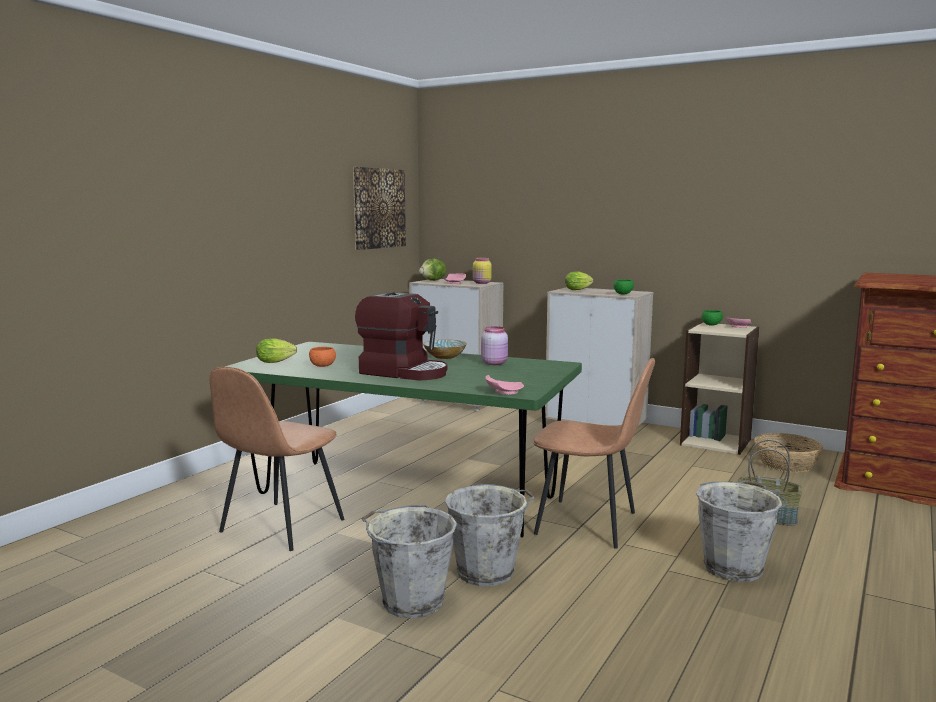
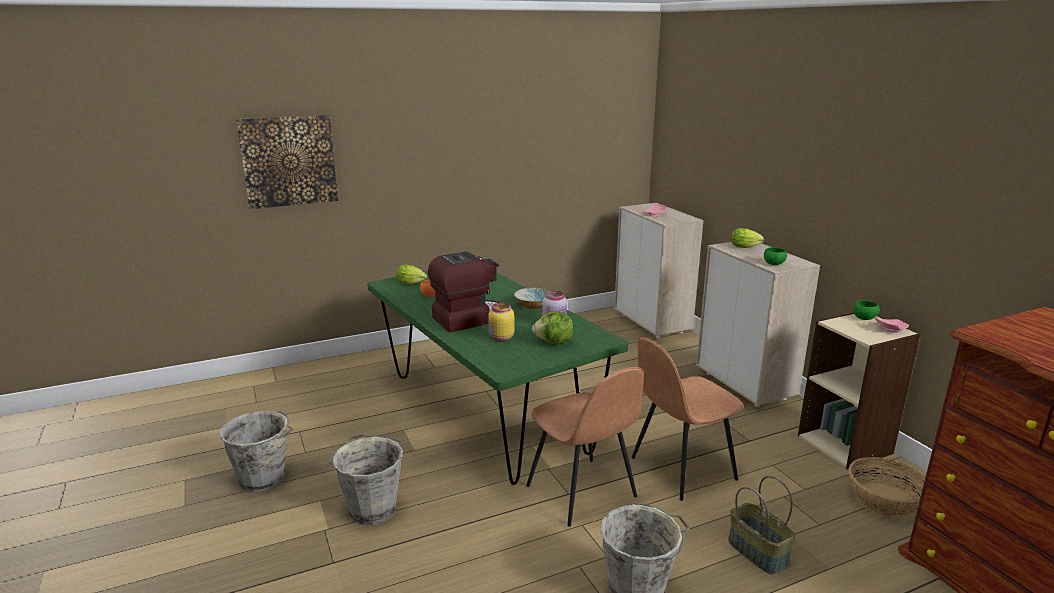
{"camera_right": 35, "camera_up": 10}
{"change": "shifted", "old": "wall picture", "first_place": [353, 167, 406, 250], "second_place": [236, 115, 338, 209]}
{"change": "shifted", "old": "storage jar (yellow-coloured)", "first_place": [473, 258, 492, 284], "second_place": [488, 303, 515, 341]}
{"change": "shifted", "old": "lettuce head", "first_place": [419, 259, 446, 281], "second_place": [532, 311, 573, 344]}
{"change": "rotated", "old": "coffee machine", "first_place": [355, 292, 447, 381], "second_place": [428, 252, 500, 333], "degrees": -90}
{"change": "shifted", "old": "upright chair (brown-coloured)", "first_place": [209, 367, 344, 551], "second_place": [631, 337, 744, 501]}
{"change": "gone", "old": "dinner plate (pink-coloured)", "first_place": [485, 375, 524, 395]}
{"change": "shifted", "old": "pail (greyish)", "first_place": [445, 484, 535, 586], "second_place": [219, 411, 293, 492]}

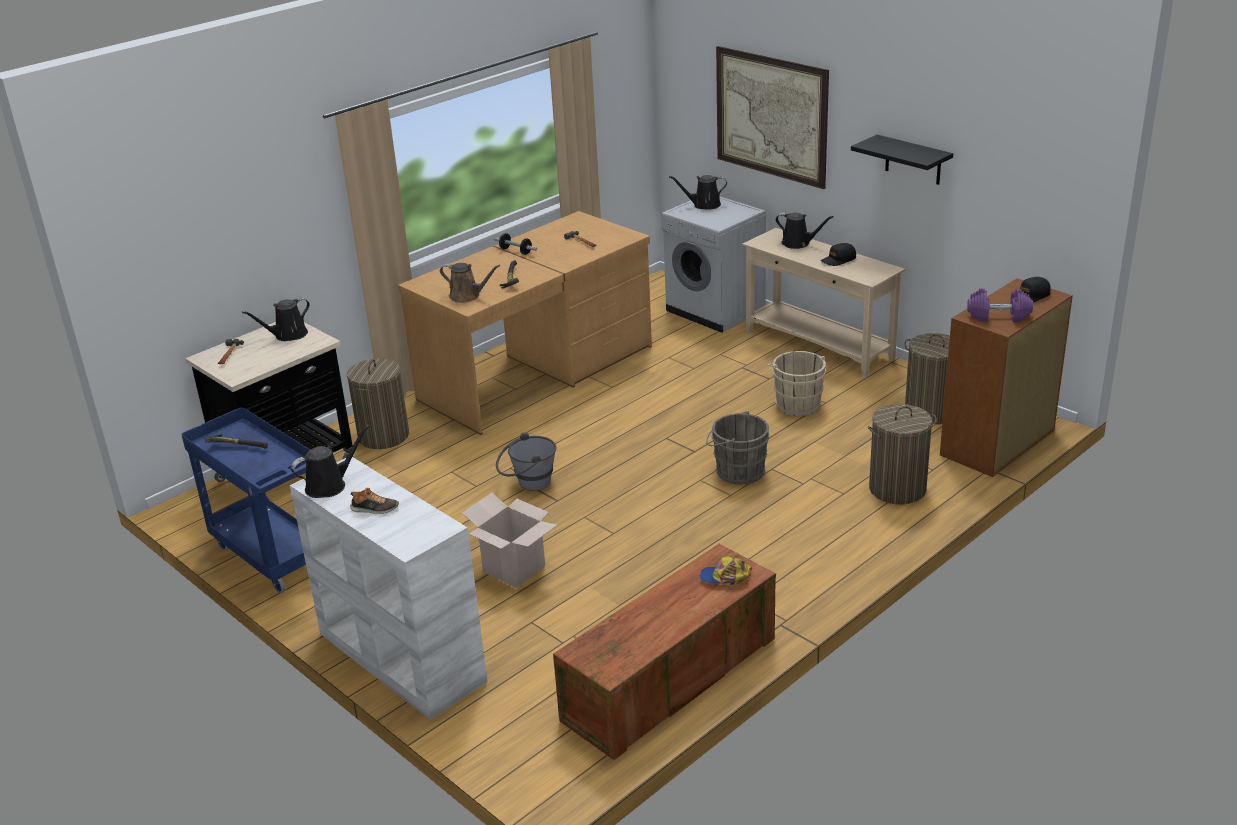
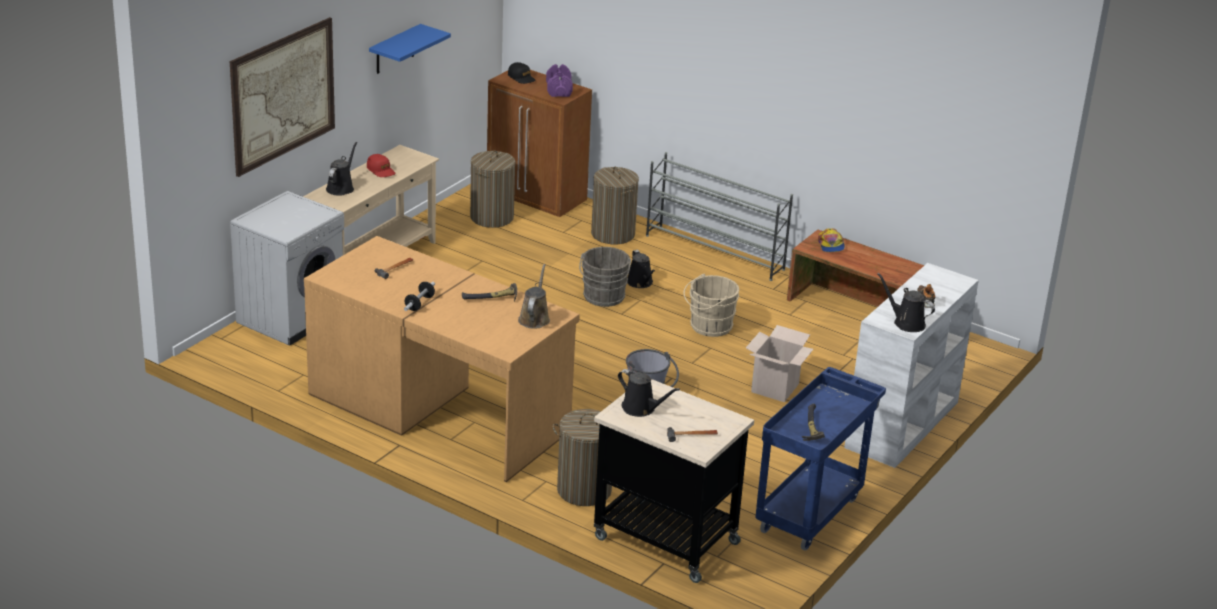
{"camera_right": -105, "camera_up": 0}
{"change": "repainted", "old": "wall shelf (black-coloured)", "new": "wall shelf (bluish)", "first_place": [851, 135, 953, 185], "second_place": [369, 24, 451, 74]}
{"change": "shifted", "old": "sprinkling can (black-coloured)", "first_place": [669, 175, 727, 210], "second_place": [627, 250, 655, 288]}
{"change": "repainted", "old": "baseball cap (black-coloured)", "new": "baseball cap (red-coloured)", "first_place": [821, 243, 856, 266], "second_place": [367, 154, 395, 177]}
{"change": "shifted", "old": "pail (beige-coloured)", "first_place": [768, 351, 826, 416], "second_place": [684, 274, 740, 337]}
{"change": "new", "new": "shoe stand (greyish)", "second_place": [646, 152, 793, 281]}

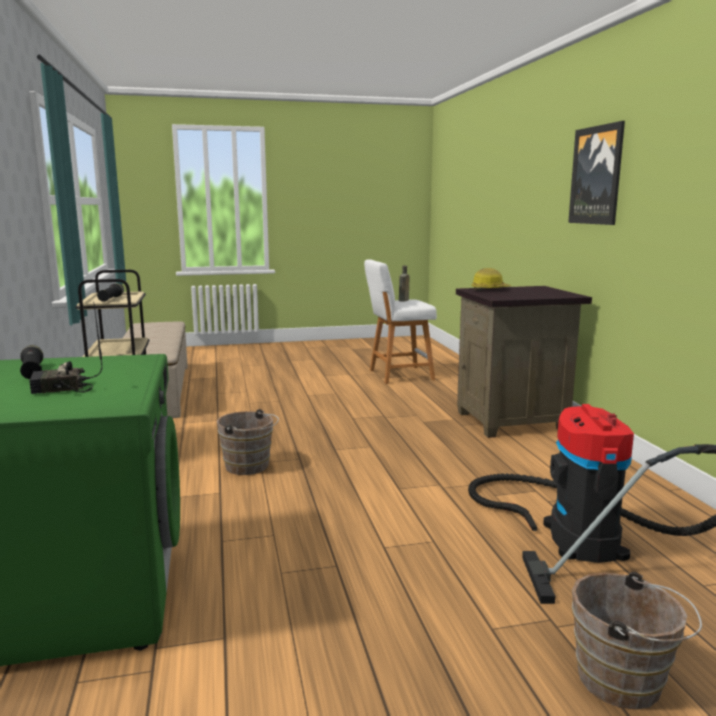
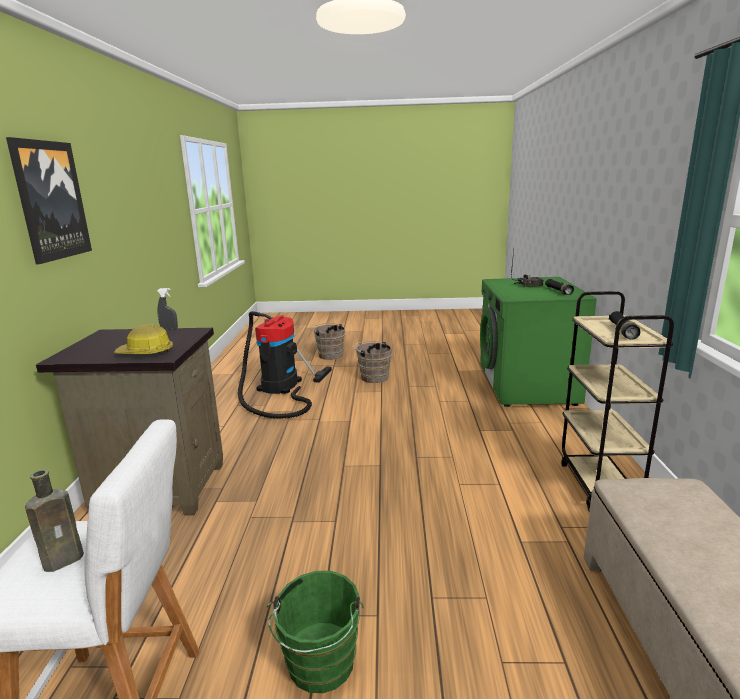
{"camera_right": -165, "camera_up": 5}
{"change": "shifted", "old": "pail (brown-coloured)", "first_place": [217, 409, 279, 475], "second_place": [353, 341, 392, 383]}
{"change": "new", "new": "spray bottle (greyish)", "second_place": [157, 288, 178, 330]}
{"change": "new", "new": "pail (greenish)", "second_place": [267, 571, 363, 693]}

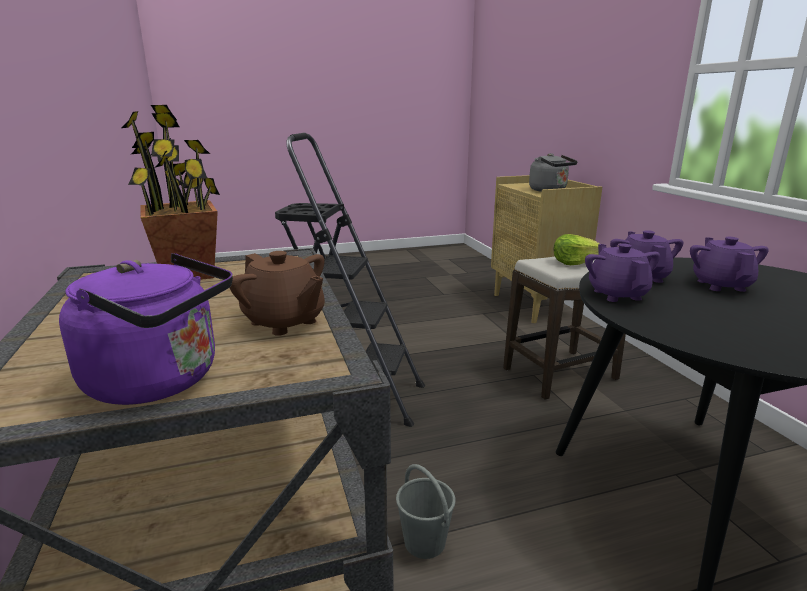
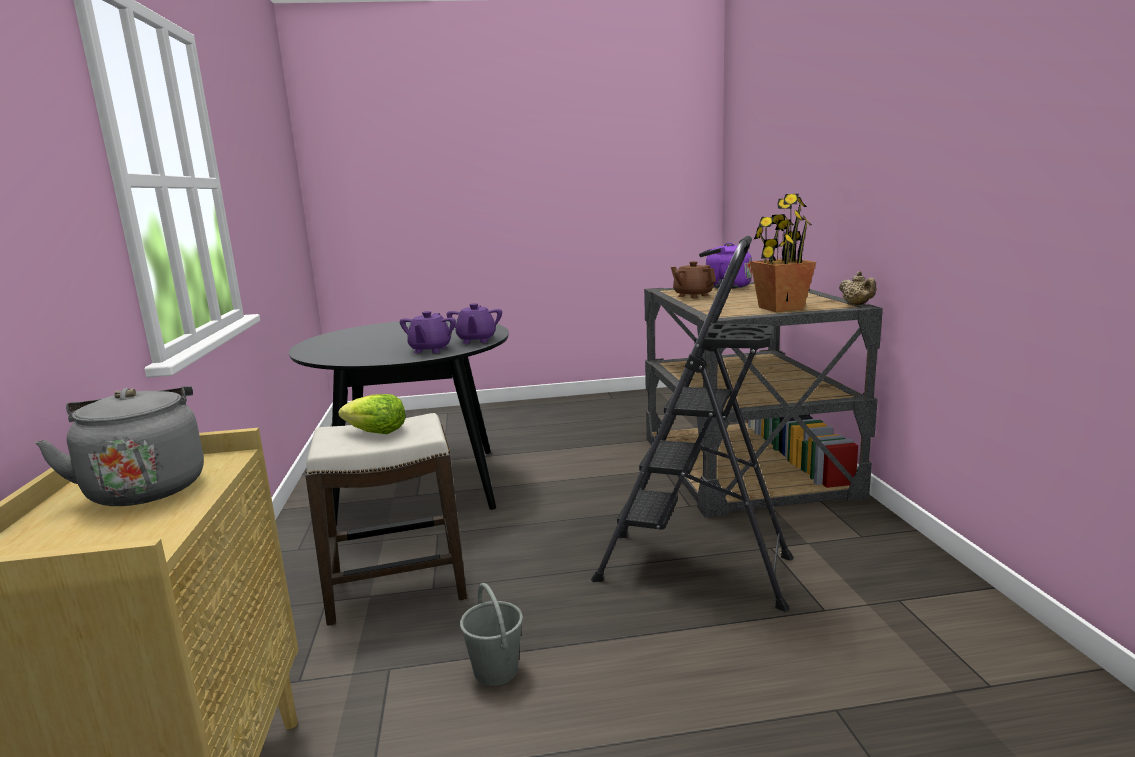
{"camera_right": -170, "camera_up": -5}
{"change": "gone", "old": "tea pot (purple-coloured)", "first_place": [690, 237, 769, 292]}
{"change": "shifted", "old": "pail (greyish)", "first_place": [396, 464, 456, 559], "second_place": [460, 583, 523, 686]}
{"change": "new", "new": "tea pot (beige-coloured)", "second_place": [839, 271, 876, 305]}

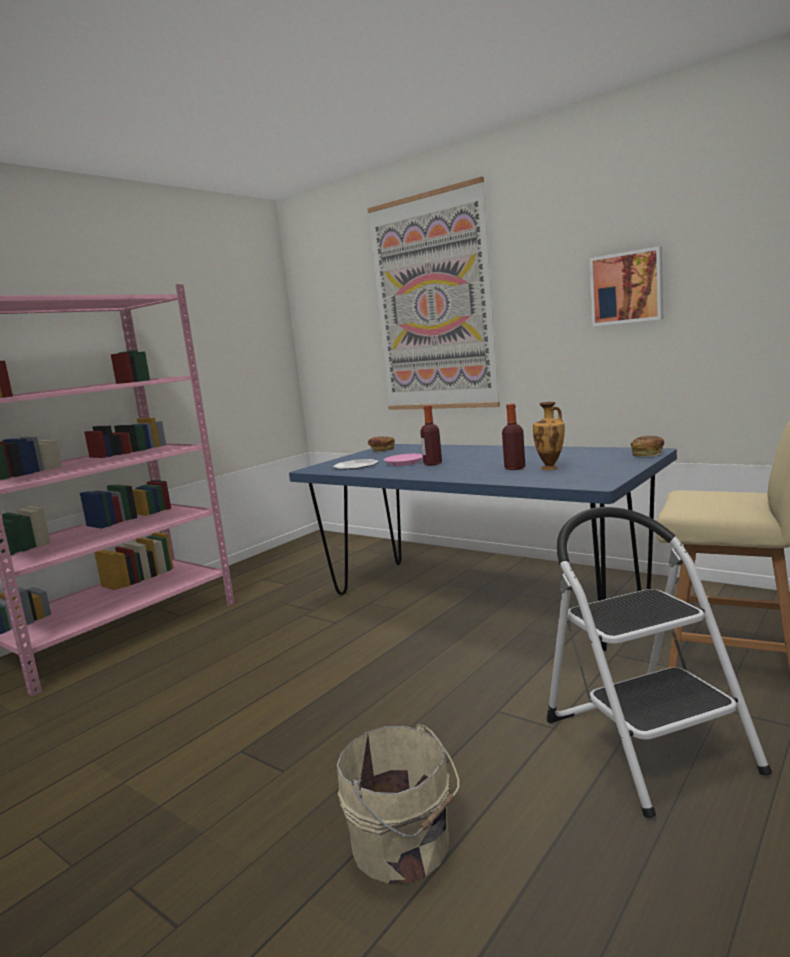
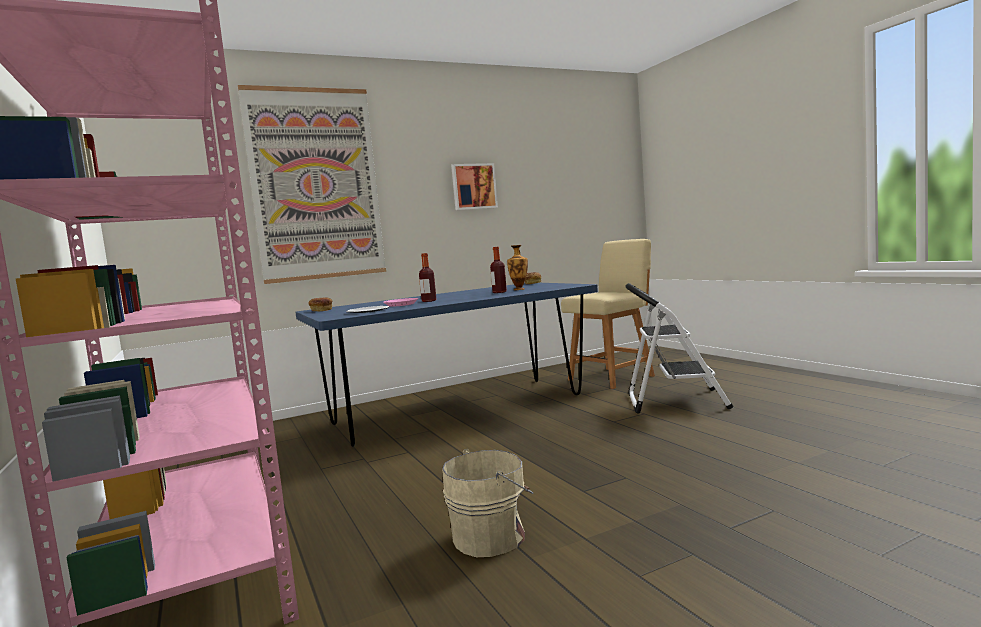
{"camera_right": -65, "camera_up": -5}
{"change": "shifted", "old": "pail (beige-coloured)", "first_place": [337, 724, 460, 884], "second_place": [442, 449, 533, 557]}

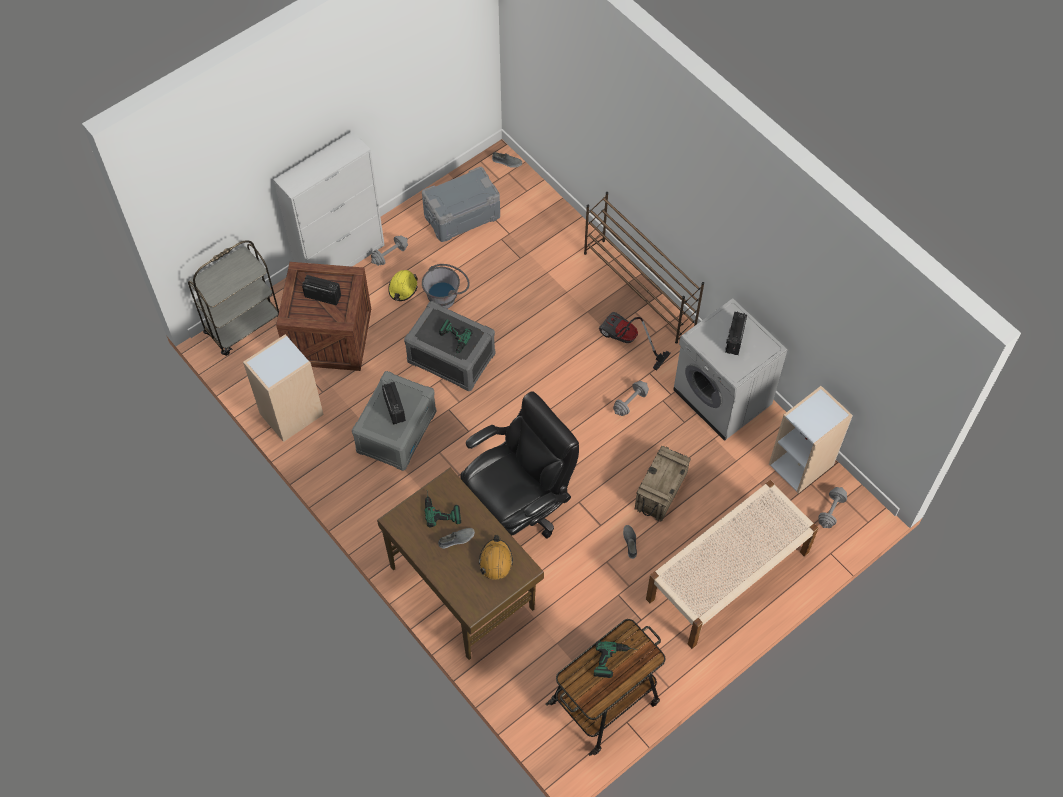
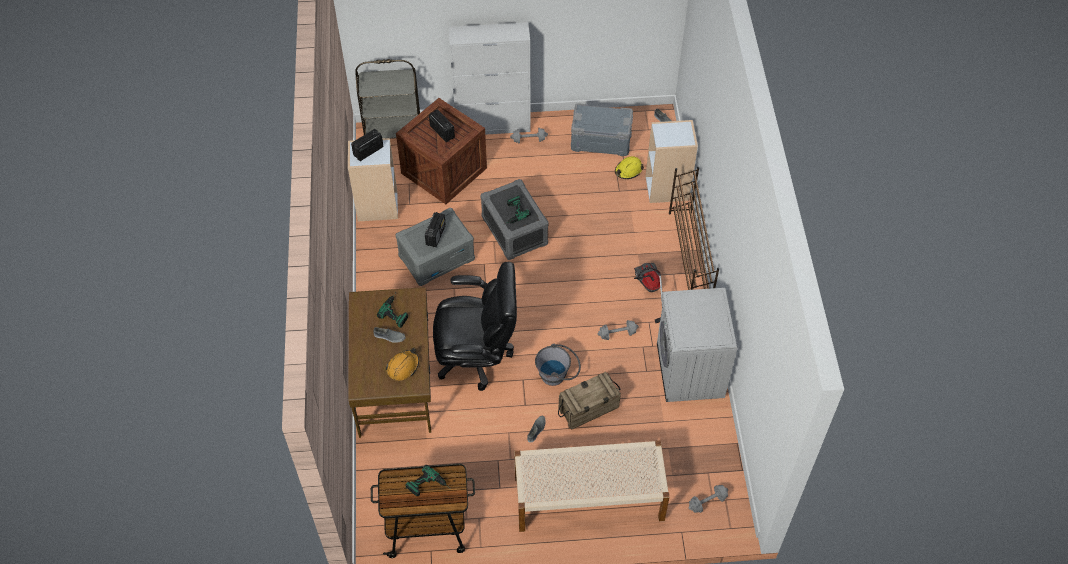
{"camera_right": 35, "camera_up": -5}
{"change": "shifted", "old": "pail (greyish)", "first_place": [422, 264, 470, 309], "second_place": [535, 344, 581, 386]}
{"change": "shifted", "old": "safety helmet (yellow-coloured)", "first_place": [388, 270, 418, 301], "second_place": [615, 156, 644, 179]}
{"change": "shifted", "old": "radio receiver", "first_place": [725, 312, 747, 355], "second_place": [351, 129, 383, 161]}
{"change": "shifted", "old": "bookshelf", "first_place": [769, 386, 853, 493], "second_place": [645, 120, 698, 203]}

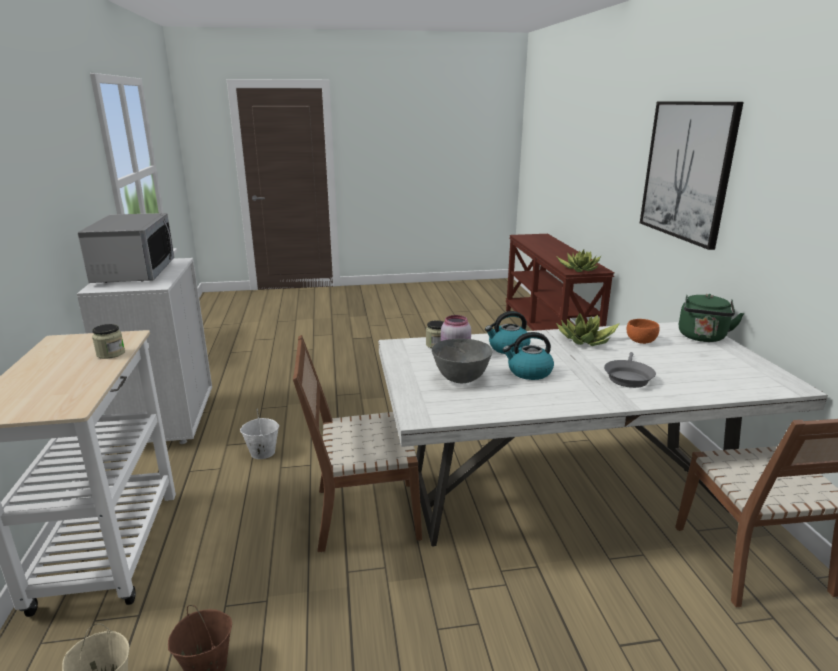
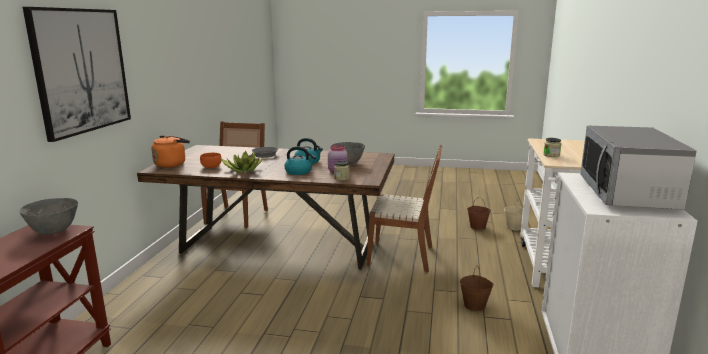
{"camera_right": -160, "camera_up": -5}
{"change": "swapped", "old": "potted plant", "new": "bowl (greyish)", "first_place": [556, 250, 601, 272], "second_place": [19, 198, 78, 235]}
{"change": "repainted", "old": "water kettle (greenish)", "new": "water kettle (orangey)", "first_place": [679, 294, 744, 342], "second_place": [152, 136, 190, 168]}
{"change": "repainted", "old": "kitchen table (white)", "new": "kitchen table (brown-coloured)", "first_place": [378, 322, 828, 547], "second_place": [137, 145, 394, 270]}
{"change": "repainted", "old": "pail (white)", "new": "pail (brown-coloured)", "first_place": [240, 408, 279, 459], "second_place": [460, 267, 494, 311]}

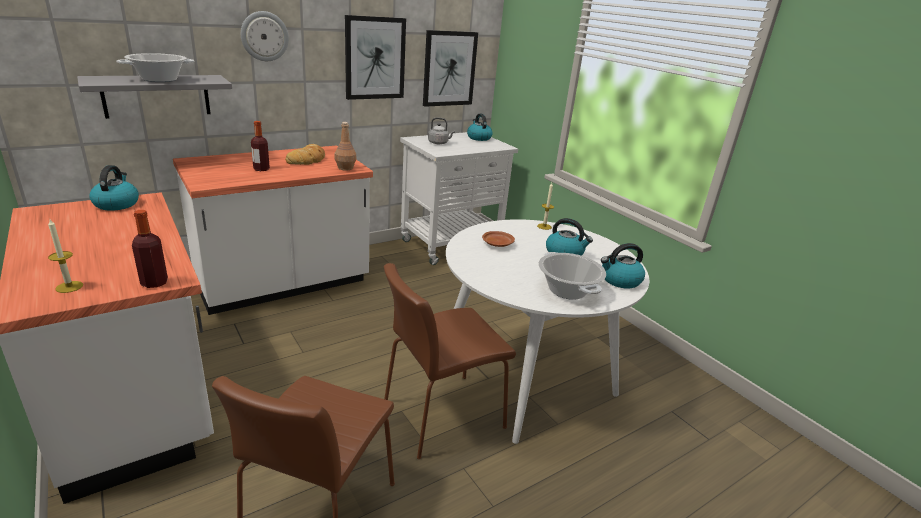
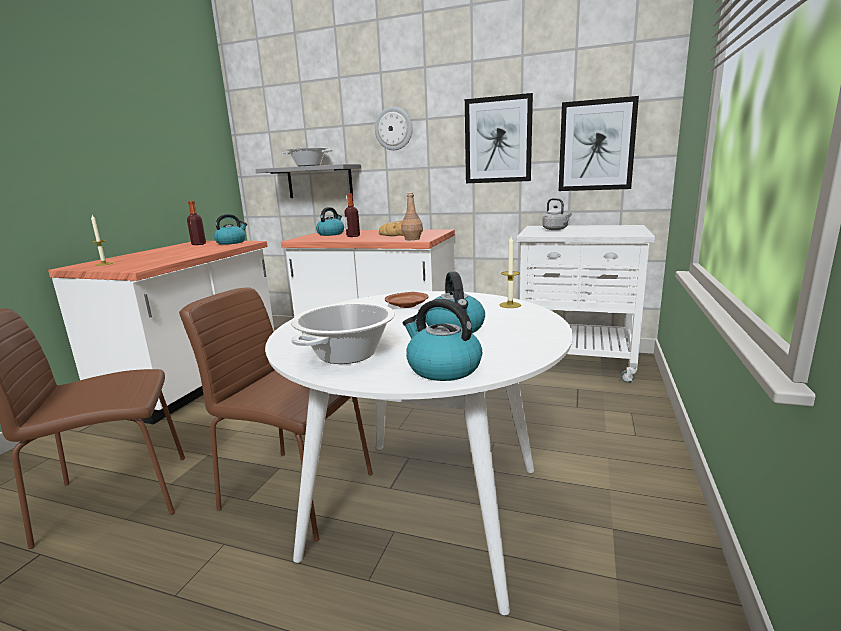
{"camera_right": 55, "camera_up": -10}
{"change": "shifted", "old": "water kettle", "first_place": [467, 114, 493, 141], "second_place": [316, 207, 344, 236]}
{"change": "shifted", "old": "bottle", "first_place": [132, 210, 168, 288], "second_place": [187, 201, 206, 245]}

